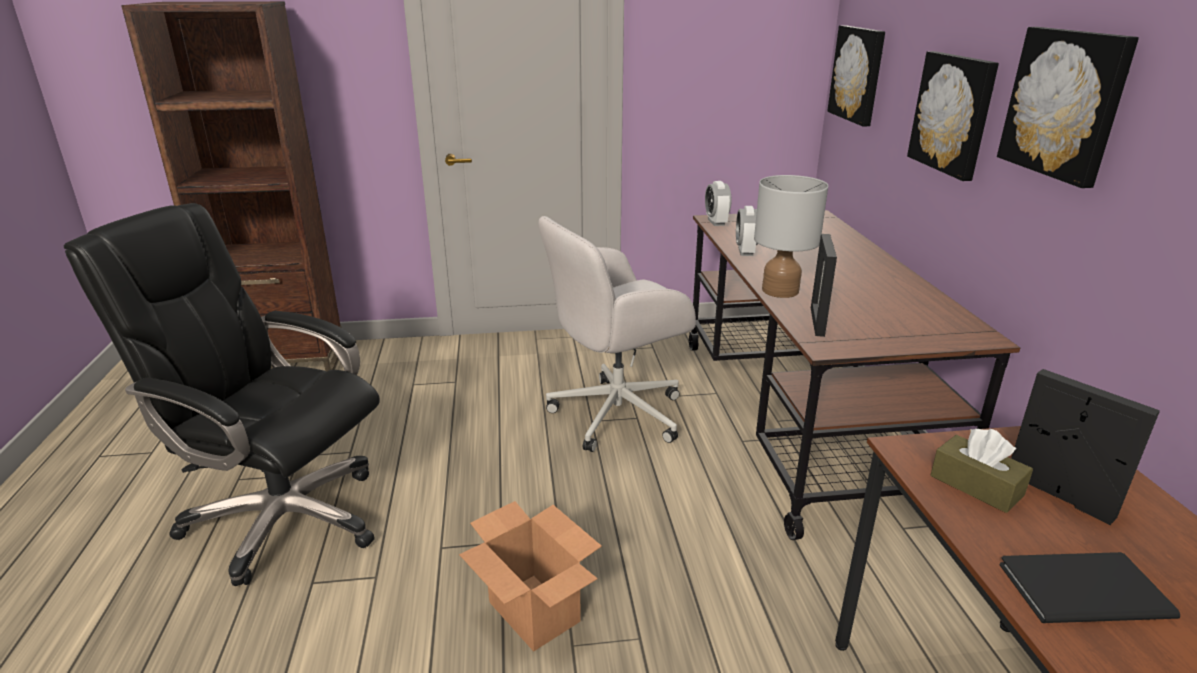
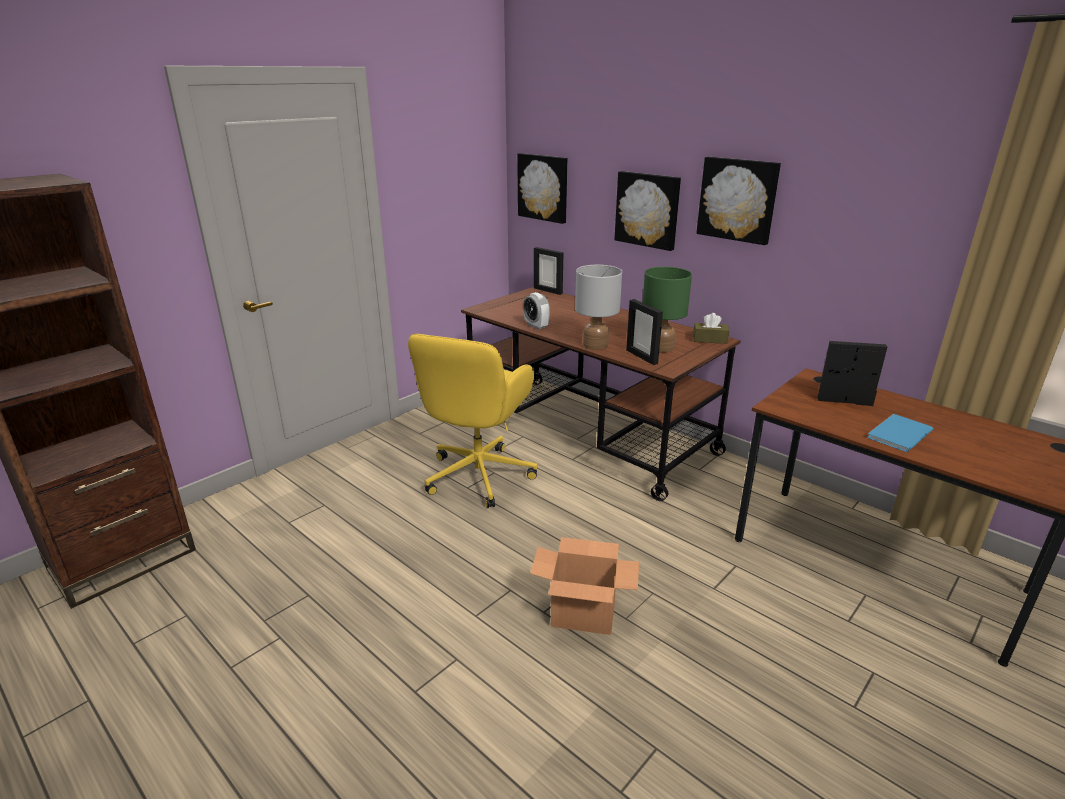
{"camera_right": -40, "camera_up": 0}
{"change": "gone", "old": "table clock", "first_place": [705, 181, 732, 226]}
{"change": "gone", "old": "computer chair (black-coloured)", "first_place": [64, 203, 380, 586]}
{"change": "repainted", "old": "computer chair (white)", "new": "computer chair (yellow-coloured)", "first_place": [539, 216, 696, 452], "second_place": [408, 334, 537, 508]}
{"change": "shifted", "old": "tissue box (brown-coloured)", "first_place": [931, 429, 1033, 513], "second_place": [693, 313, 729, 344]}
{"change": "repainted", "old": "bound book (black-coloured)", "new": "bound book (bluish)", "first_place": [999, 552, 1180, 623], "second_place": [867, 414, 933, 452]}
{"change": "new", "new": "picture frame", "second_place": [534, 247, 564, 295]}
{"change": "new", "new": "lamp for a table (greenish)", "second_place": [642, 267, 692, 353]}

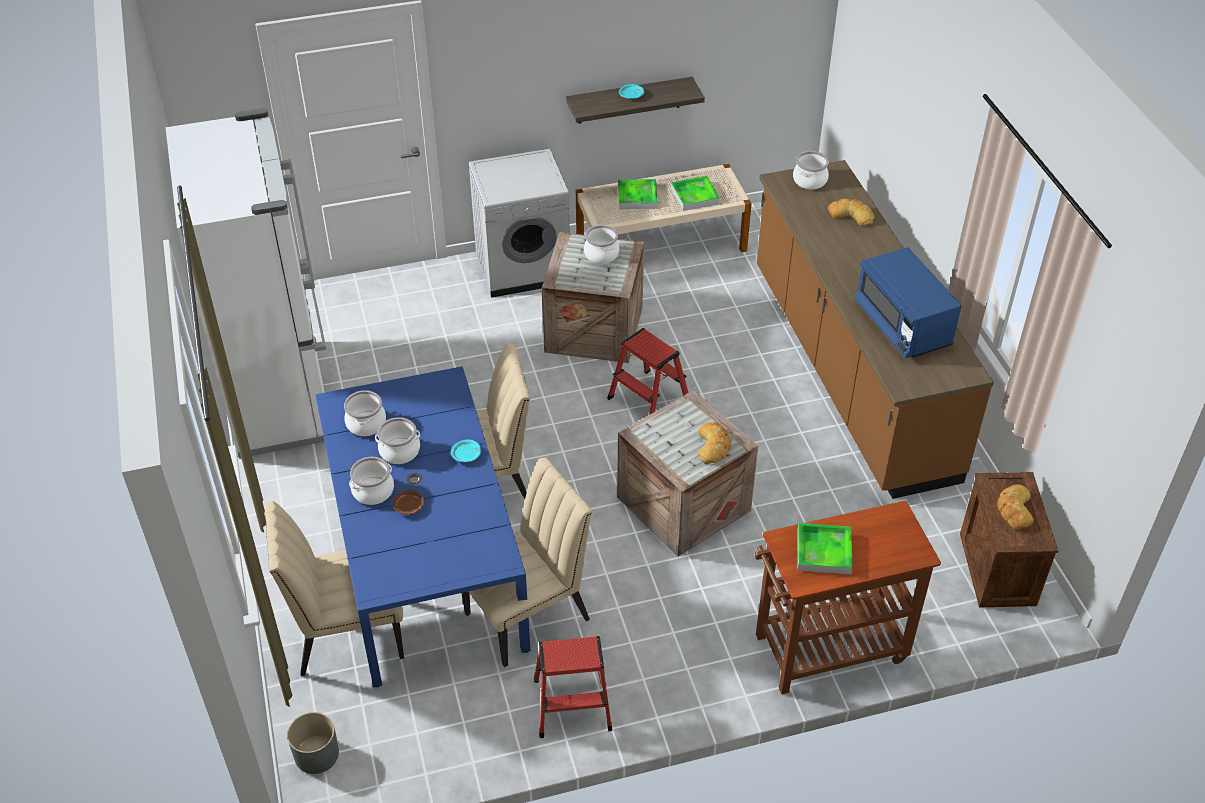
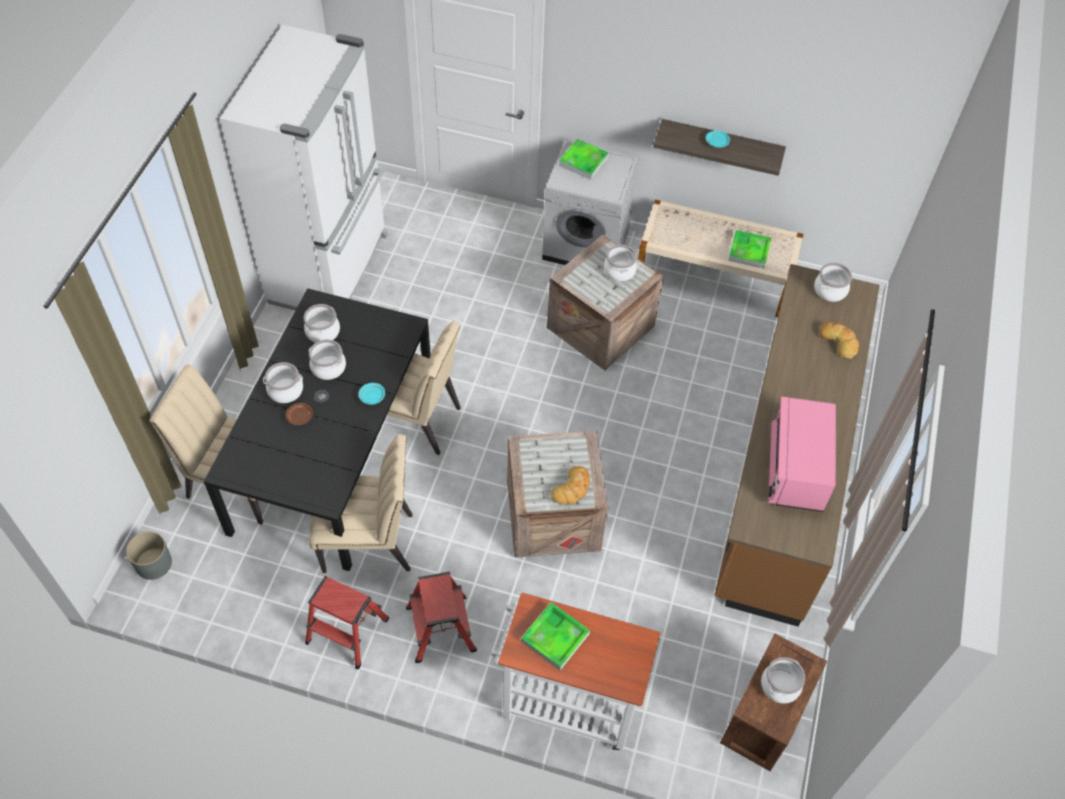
{"camera_right": 30, "camera_up": 10}
{"change": "shifted", "old": "tray", "first_place": [618, 179, 658, 209], "second_place": [559, 139, 609, 180]}
{"change": "repainted", "old": "kitchen microwave (bluish)", "new": "kitchen microwave (pink-coloured)", "first_place": [855, 247, 962, 358], "second_place": [768, 396, 836, 512]}
{"change": "shifted", "old": "step stool (red-coloured)", "first_place": [607, 328, 689, 415], "second_place": [406, 571, 477, 663]}
{"change": "repainted", "old": "kitchen table (bluish)", "new": "kitchen table (black-coloured)", "first_place": [315, 366, 531, 687], "second_place": [204, 288, 431, 571]}
{"change": "swapped", "old": "baked bread", "new": "saucepot", "first_place": [997, 484, 1033, 529], "second_place": [761, 657, 805, 703]}
{"change": "repainted", "old": "wheeled cart (brown-coloured)", "new": "wheeled cart (white)", "first_place": [755, 501, 941, 694], "second_place": [491, 593, 660, 750]}

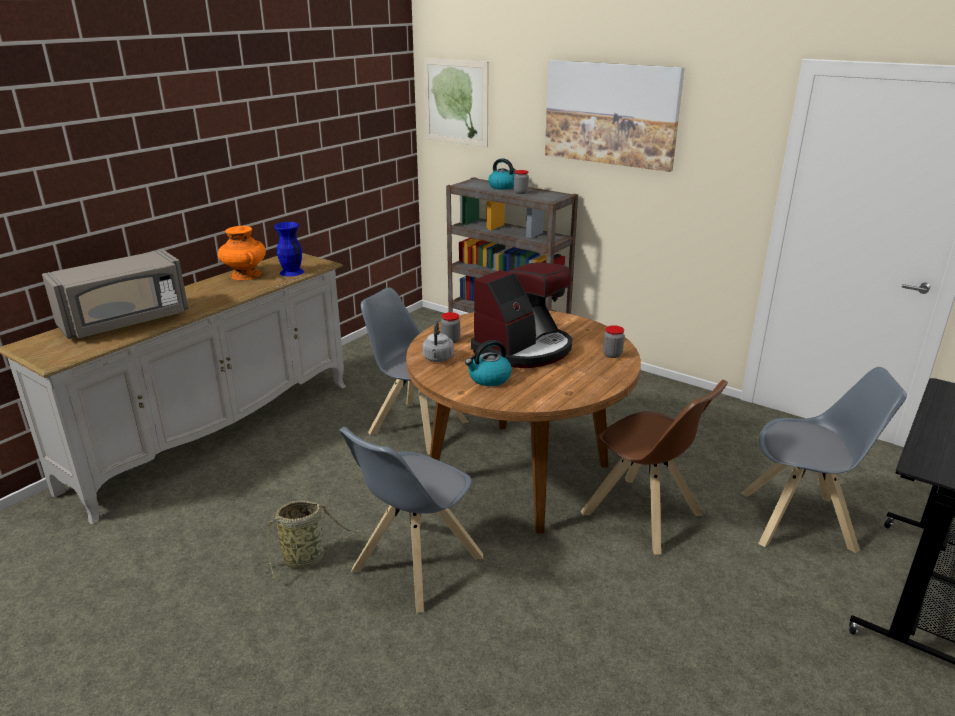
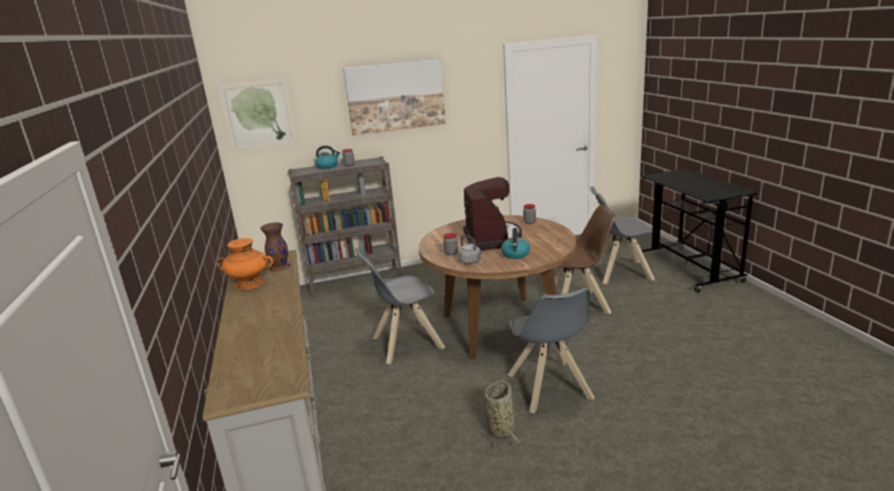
{"camera_right": -50, "camera_up": -5}
{"change": "repainted", "old": "decorative vase (bluish)", "new": "decorative vase (brown-coloured)", "first_place": [274, 222, 304, 277], "second_place": [260, 222, 291, 271]}
{"change": "gone", "old": "kitchen microwave (greyish)", "first_place": [42, 250, 189, 339]}
{"change": "rotated", "old": "upright chair (greyish)", "first_place": [741, 367, 907, 553], "second_place": [590, 186, 655, 284], "degrees": -135}

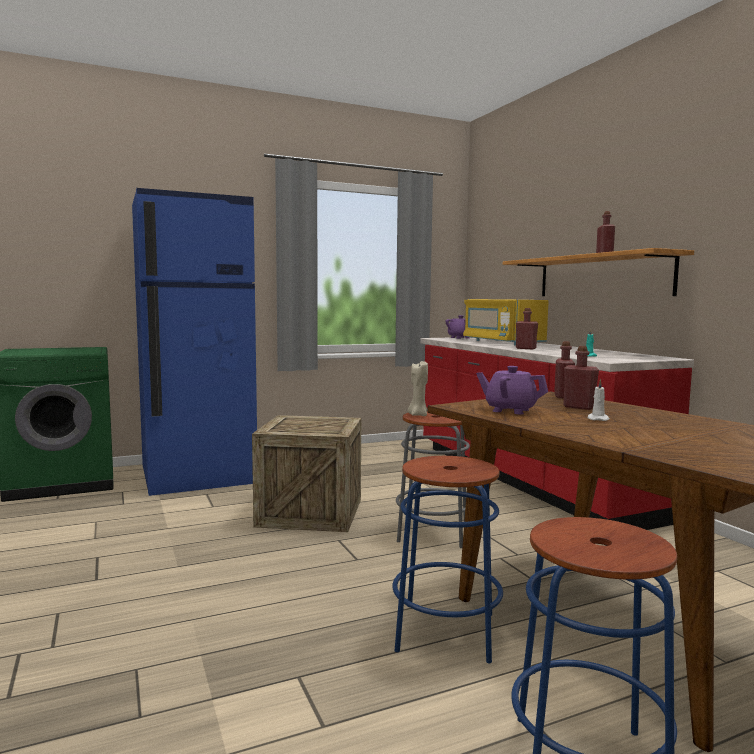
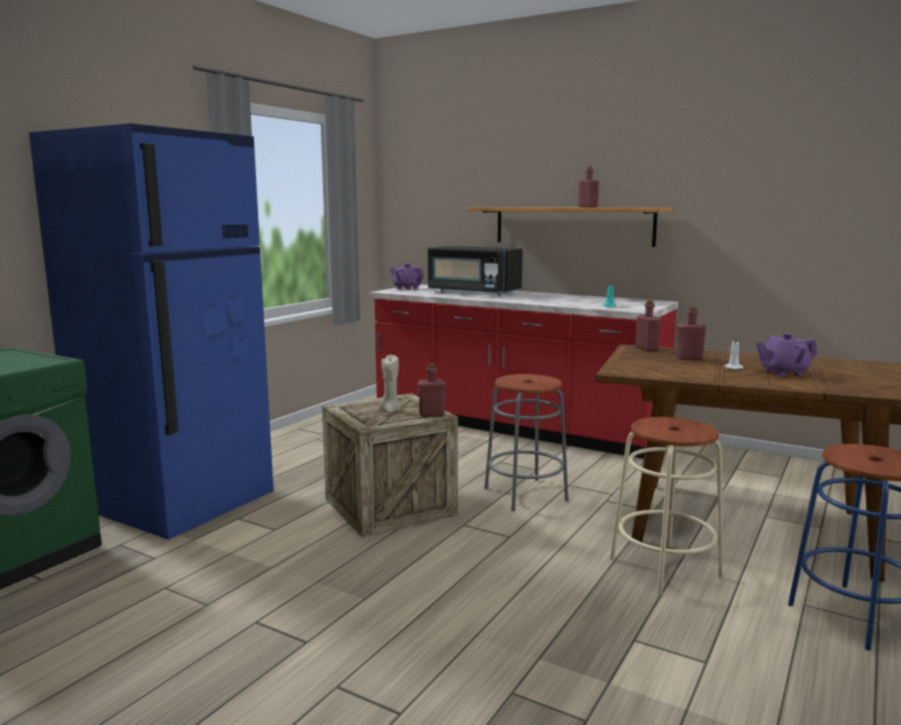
{"camera_right": -35, "camera_up": 5}
{"change": "repainted", "old": "kitchen microwave (yellow-coloured)", "new": "kitchen microwave (black-coloured)", "first_place": [463, 299, 549, 345], "second_place": [428, 246, 523, 296]}
{"change": "shifted", "old": "bottle (red-coloured)", "first_place": [516, 308, 538, 349], "second_place": [418, 363, 446, 417]}
{"change": "shifted", "old": "wax candle (beige-coloured)", "first_place": [408, 361, 428, 416], "second_place": [379, 355, 401, 412]}
{"change": "shifted", "old": "tea pot (purple-coloured)", "first_place": [476, 366, 548, 414], "second_place": [756, 333, 817, 377]}
{"change": "repainted", "old": "sitting stool (bluish)", "new": "sitting stool (beige-coloured)", "first_place": [392, 456, 503, 664], "second_place": [610, 417, 723, 595]}

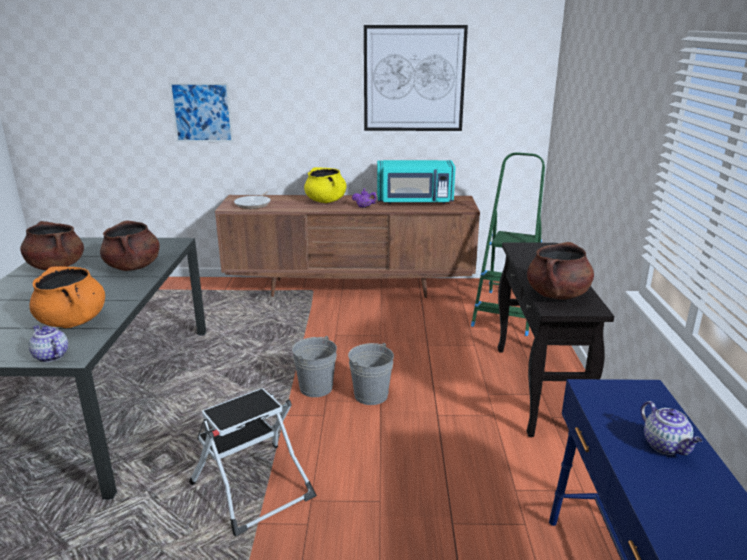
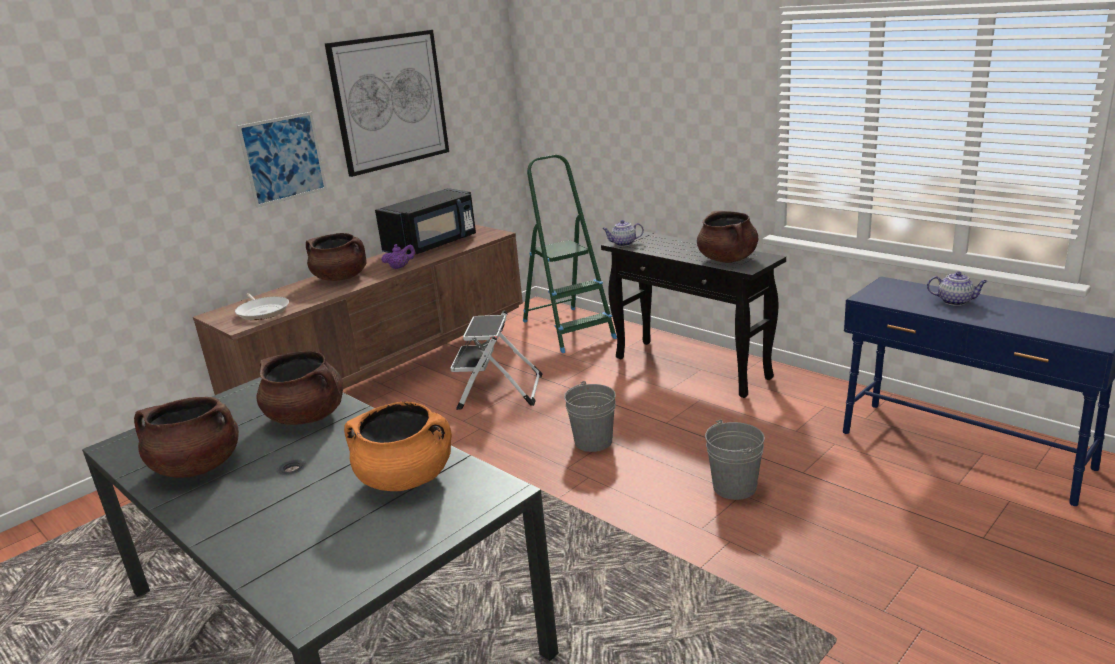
{"camera_right": -45, "camera_up": 0}
{"change": "shifted", "old": "wall picture", "first_place": [169, 83, 234, 142], "second_place": [237, 112, 327, 208]}
{"change": "repainted", "old": "kitchen microwave (turquoise)", "new": "kitchen microwave (black-coloured)", "first_place": [377, 160, 456, 204], "second_place": [375, 188, 476, 255]}
{"change": "repainted", "old": "saucepot (yellow-coloured)", "new": "saucepot (brown-coloured)", "first_place": [304, 167, 347, 203], "second_place": [306, 233, 367, 281]}
{"change": "shifted", "old": "tea pot", "first_place": [29, 325, 68, 362], "second_place": [603, 220, 644, 246]}
{"change": "shifted", "old": "pail (greyish)", "first_place": [292, 336, 337, 397], "second_place": [705, 419, 765, 500]}
{"change": "shifted", "old": "step stool", "first_place": [189, 388, 317, 536], "second_place": [450, 310, 543, 410]}

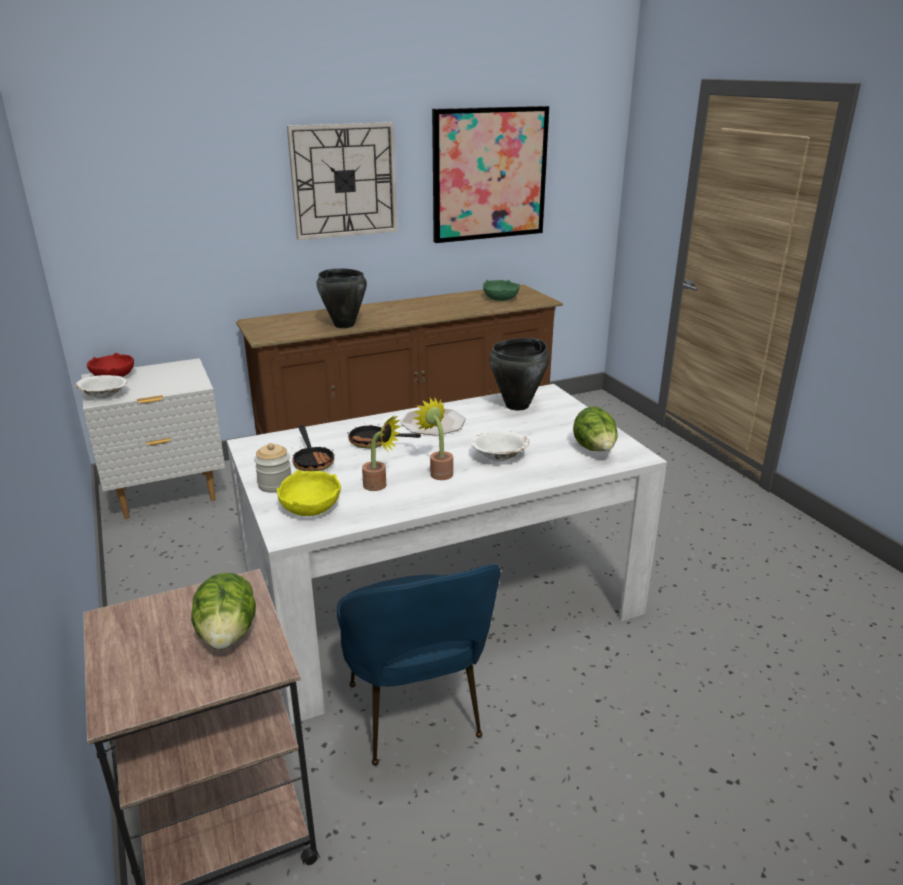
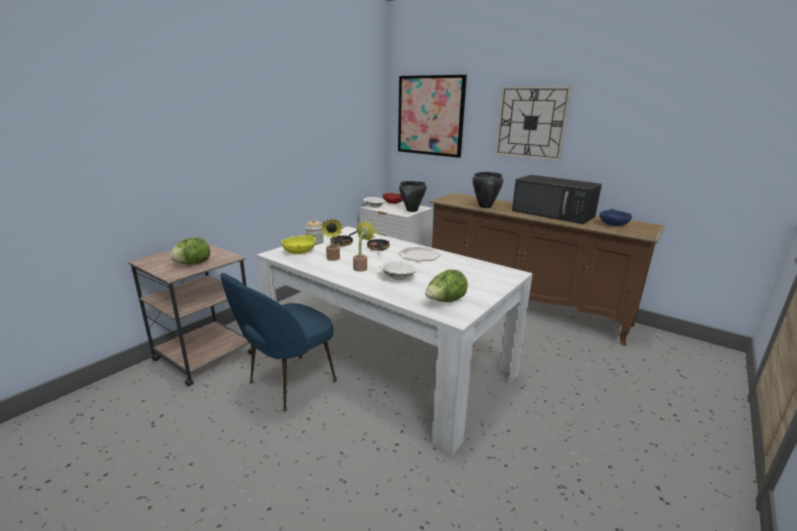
{"camera_right": 60, "camera_up": -5}
{"change": "shifted", "old": "wall picture", "first_place": [432, 106, 549, 243], "second_place": [398, 75, 467, 158]}
{"change": "repainted", "old": "bowl (greenish)", "new": "bowl (bluish)", "first_place": [483, 280, 520, 301], "second_place": [600, 209, 632, 226]}
{"change": "shifted", "old": "saucepot (black-coloured)", "first_place": [489, 338, 549, 411], "second_place": [399, 181, 427, 212]}
{"change": "new", "new": "kitchen microwave (black-coloured)", "second_place": [512, 175, 602, 224]}

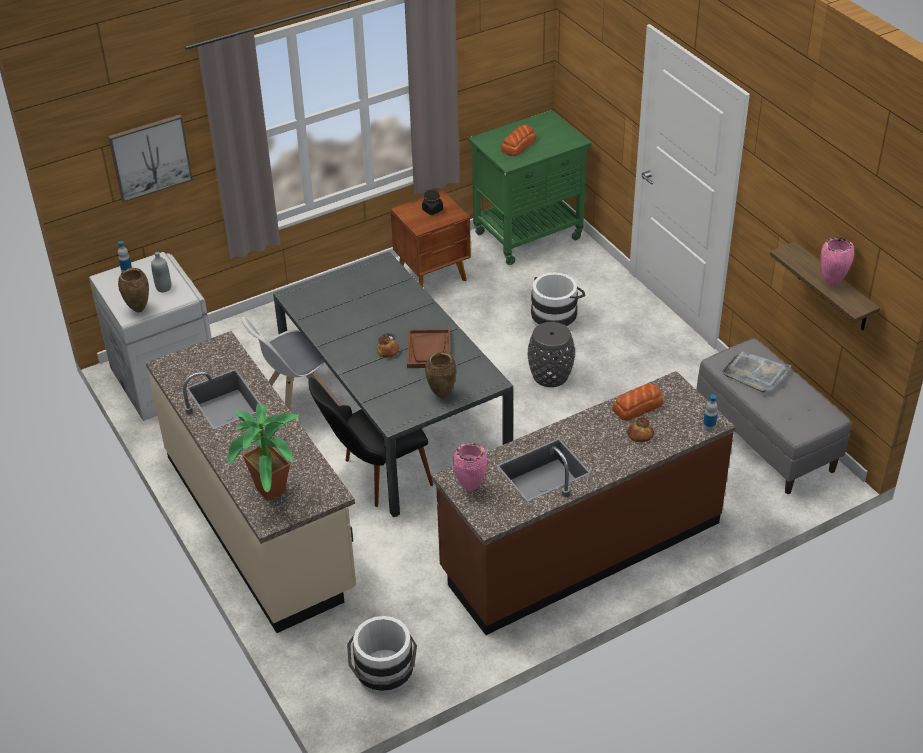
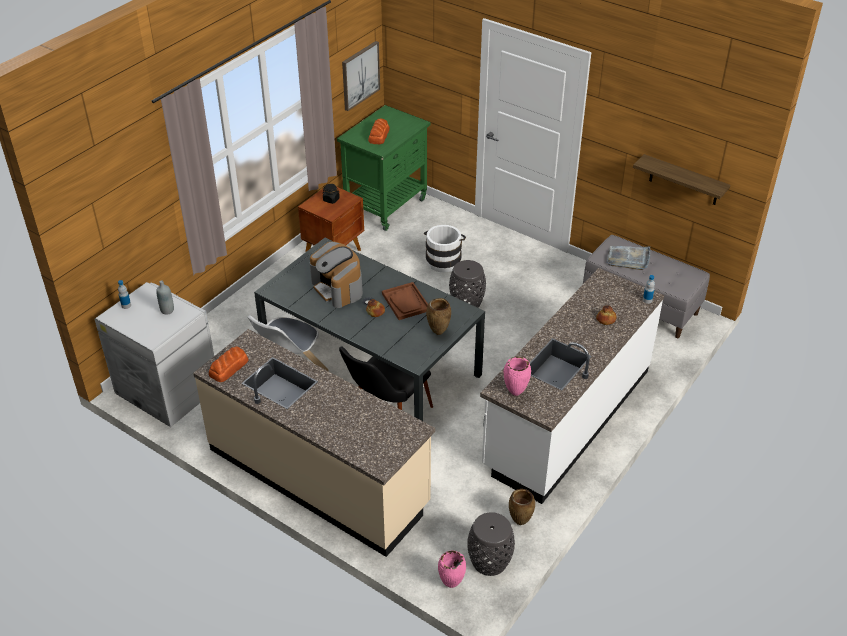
{"camera_right": -25, "camera_up": 0}
{"change": "shifted", "old": "wall picture", "first_place": [108, 115, 193, 203], "second_place": [342, 41, 380, 111]}
{"change": "shifted", "old": "decorative vase (pink-coloured)", "first_place": [820, 237, 854, 286], "second_place": [438, 550, 466, 588]}
{"change": "shifted", "old": "decorative vase (brown-coloured)", "first_place": [118, 268, 149, 312], "second_place": [509, 489, 535, 525]}
{"change": "repainted", "old": "kitchen base unit (brown-coloured)", "new": "kitchen base unit (white)", "first_place": [432, 371, 735, 635], "second_place": [480, 268, 664, 504]}
{"change": "shifted", "old": "baked bread", "first_place": [613, 384, 664, 421], "second_place": [209, 346, 248, 382]}
{"change": "gone", "old": "potted plant", "first_place": [228, 403, 299, 501]}
{"change": "swapped", "old": "pail (white)", "new": "sitting stool (greyish)", "first_place": [347, 616, 417, 695], "second_place": [467, 512, 515, 576]}
{"change": "new", "new": "coffee machine", "second_place": [310, 242, 363, 308]}

